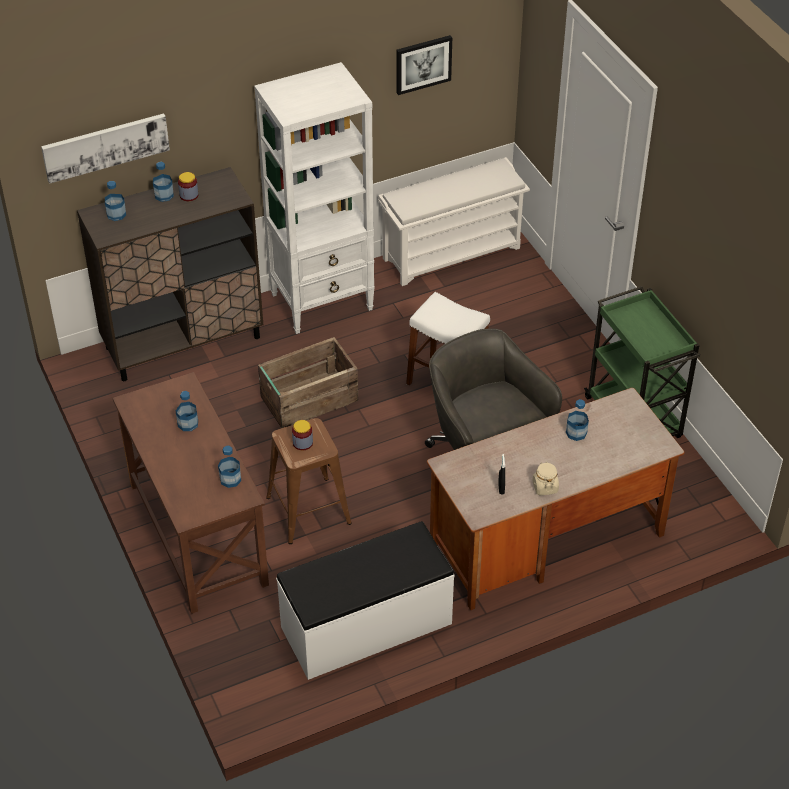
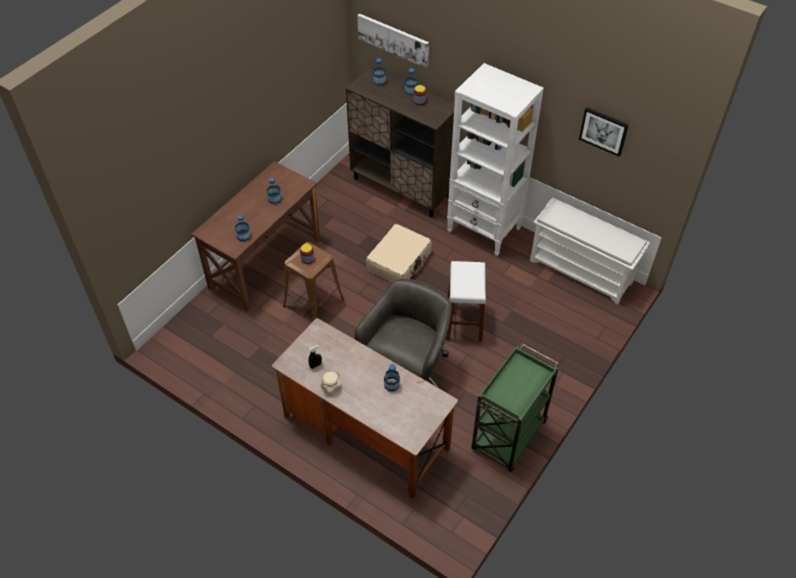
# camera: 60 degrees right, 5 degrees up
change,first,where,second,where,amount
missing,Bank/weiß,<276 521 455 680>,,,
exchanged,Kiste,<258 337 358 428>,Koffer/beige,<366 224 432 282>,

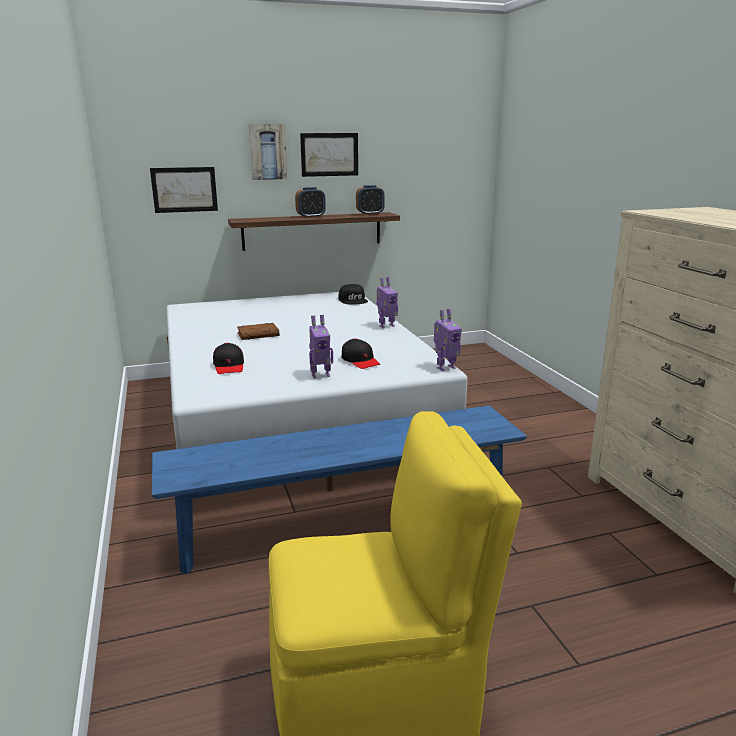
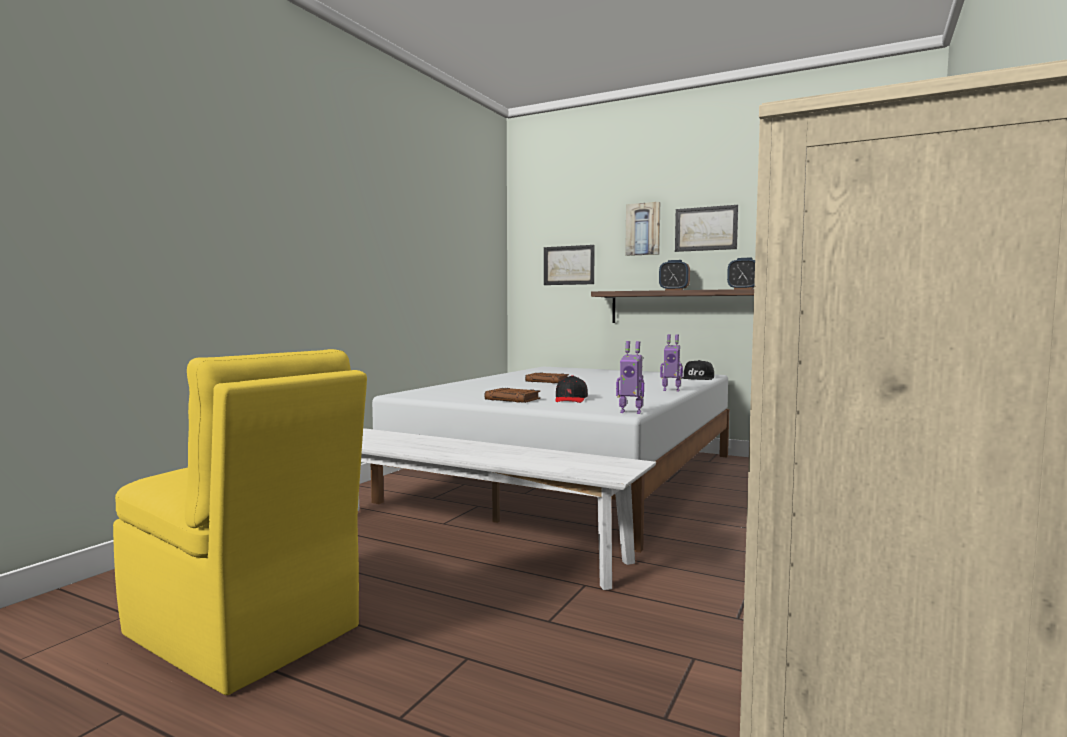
# camera: 45 degrees right, 15 degrees down
change,first,where,second,where,amount
missing,Kappe/schwarz,<213 343 244 374>,,,
exchanged,Spielzeugroboter,<309 315 333 378>,Buch/braun,<484 388 540 403>,
colour,Bank/blau,<152 406 527 574>,Bank/weiß,<358 428 656 590>,

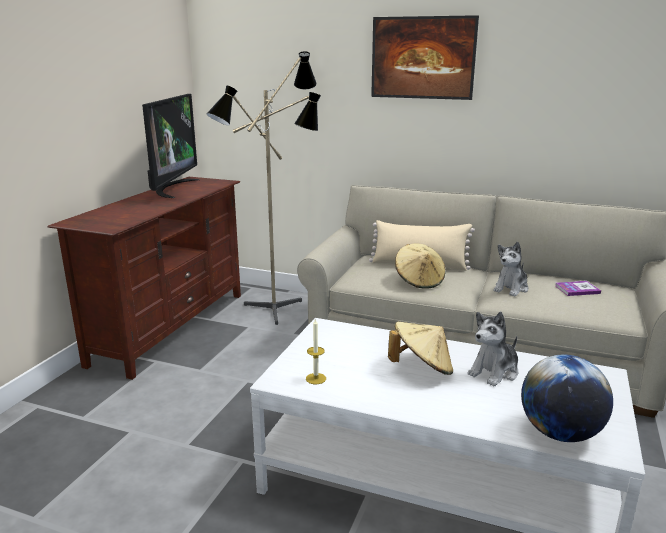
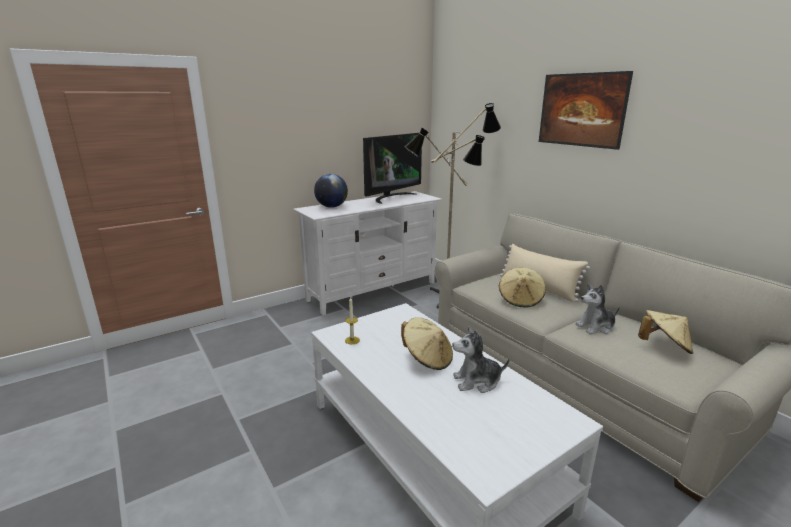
# camera: 35 degrees right, 0 degrees up
change,first,where,second,where,amount
relocated,Globus,<521 354 613 442>,,<314 174 348 208>,
exchanged,Buch,<555 281 601 296>,Hut/beige,<638 310 694 354>,
colour,Fernsehschrank/braun,<47 177 241 380>,Fernsehschrank/weiß,<293 191 442 315>,

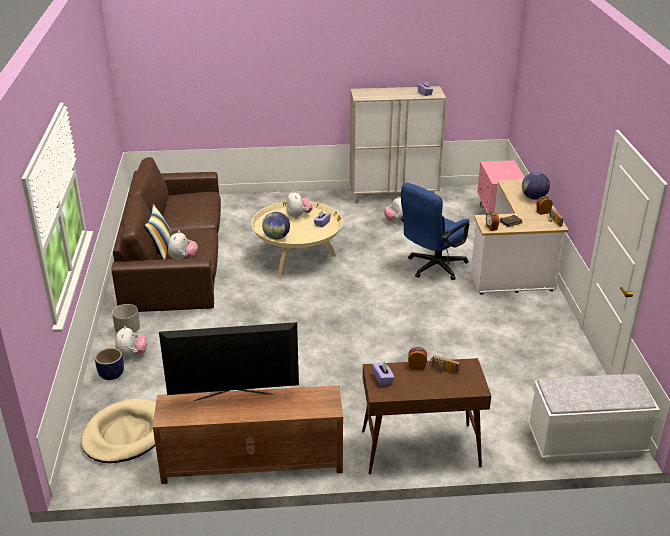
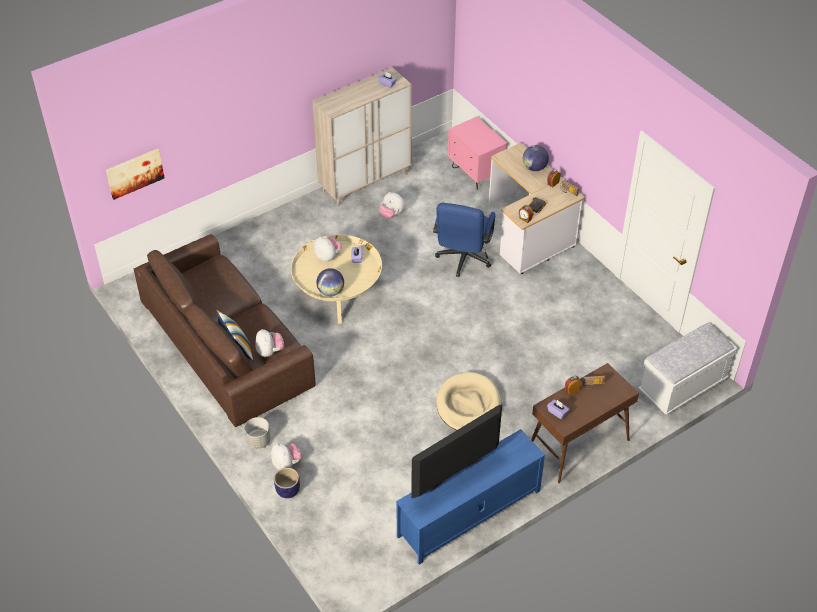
# camera: 30 degrees left, 15 degrees up
change,first,where,second,where,amount
appeared,,,Bild,<106 149 164 200>,
relocated,Hundebett/beige,<81 399 156 463>,,<436 372 501 430>,
colour,Fernsehschrank/braun,<152 386 343 484>,Fernsehschrank/blau,<396 429 545 565>,

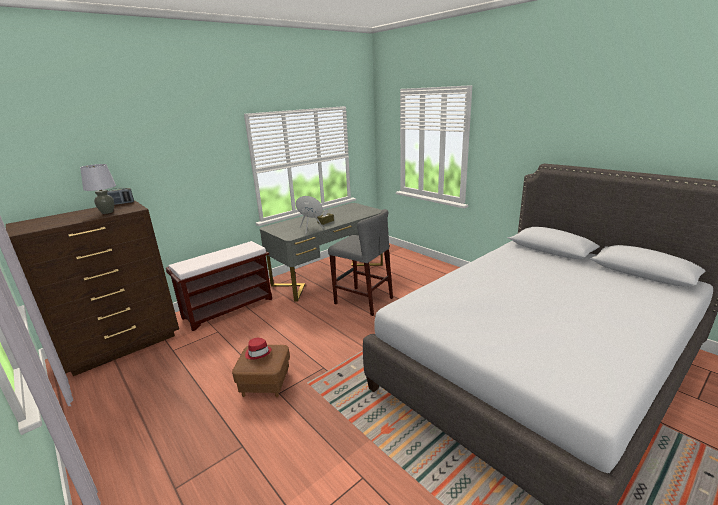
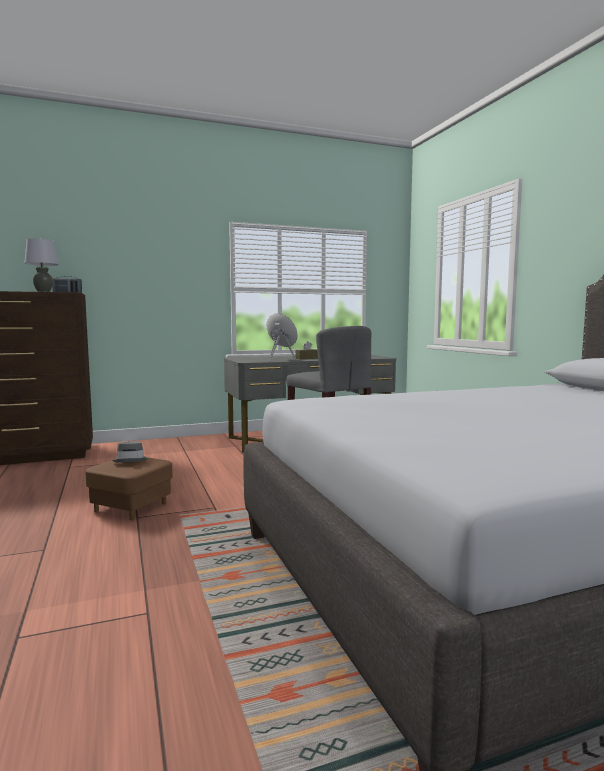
# camera: 20 degrees right, 15 degrees down
change,first,where,second,where,amount
missing,Bank/braun,<166 241 272 331>,,,
colour,Hut/rot,<245 338 272 360>,Hut/grau,<112 441 149 462>,

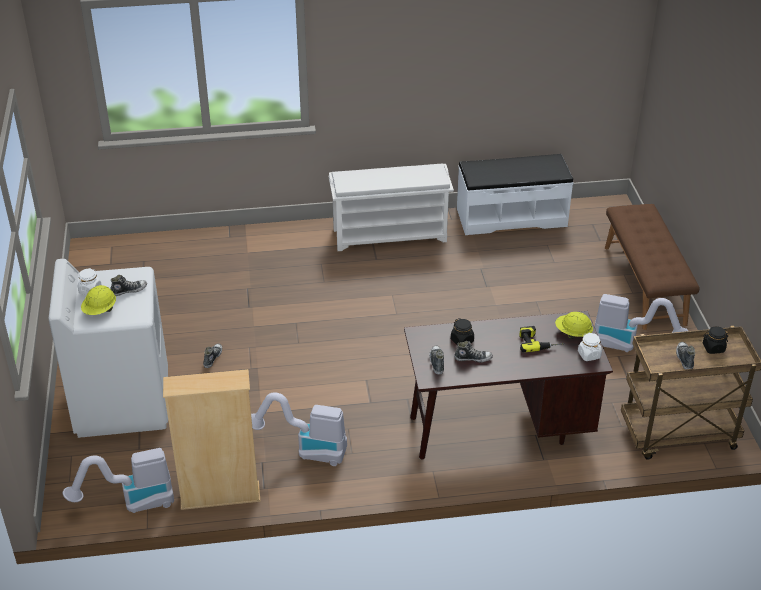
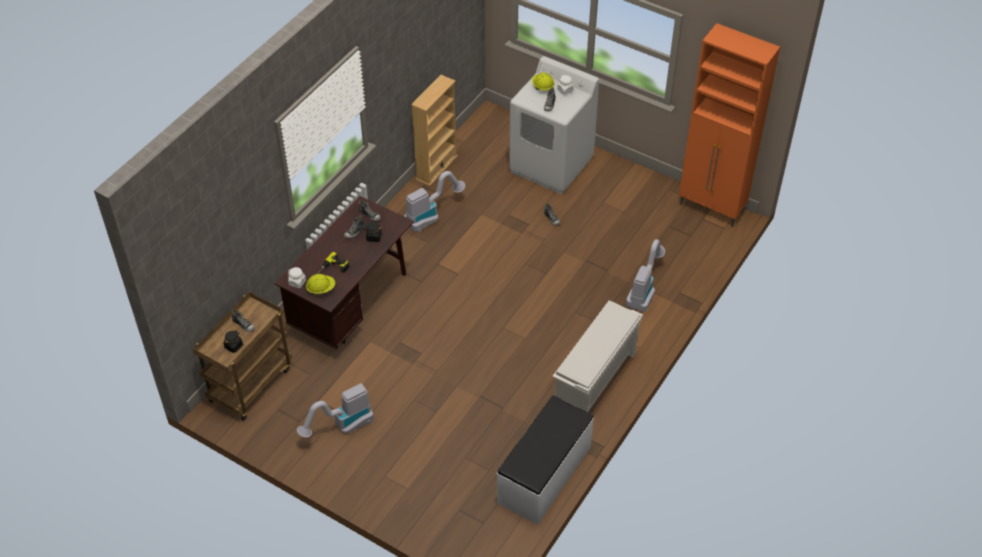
# camera: 130 degrees right, 10 degrees up
change,first,where,second,where,amount
missing,Bank/braun,<605 204 700 330>,,,
appeared,,,Schrank/orange,<679 23 780 227>,
relocated,Staubsauger,<63 448 174 513>,,<626 239 665 312>,

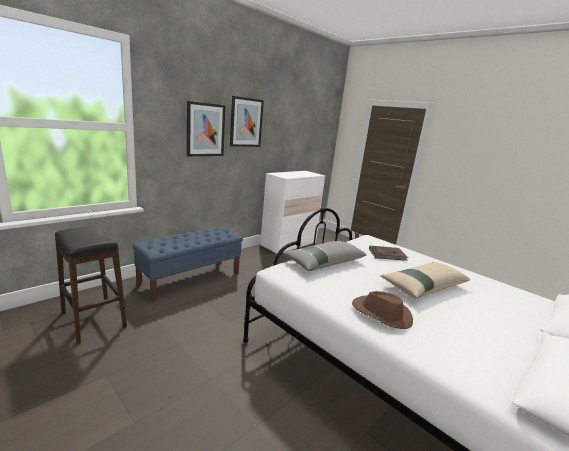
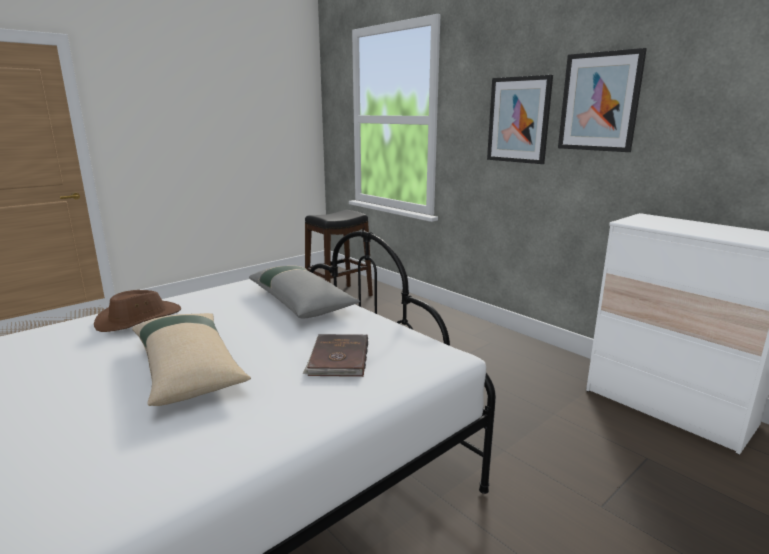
# camera: 95 degrees right, 0 degrees up
change,first,where,second,where,amount
missing,Bank/blau,<132 227 243 302>,,,

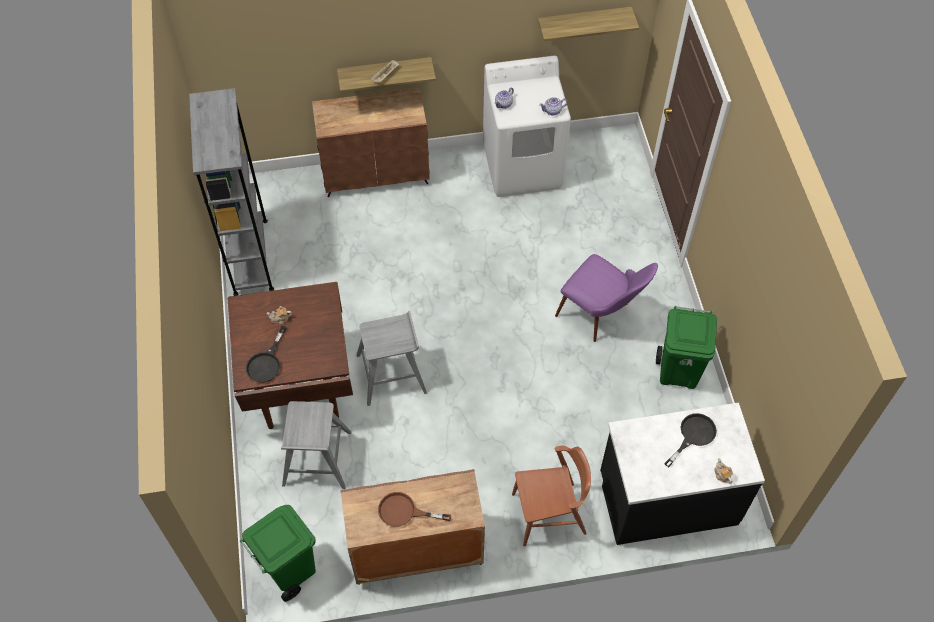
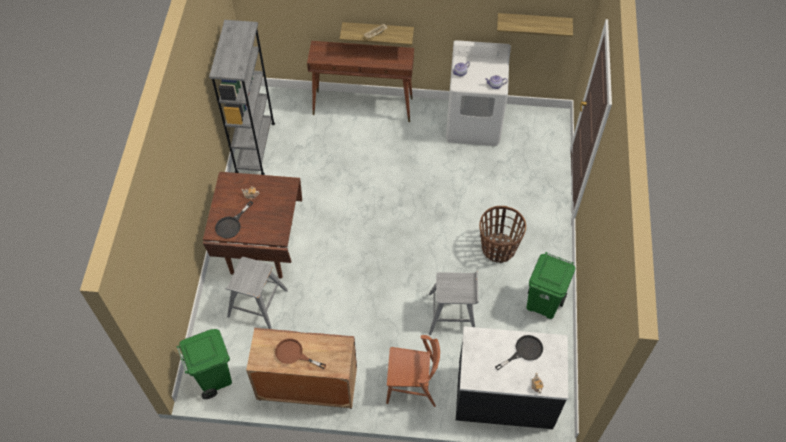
# camera: 15 degrees right, 0 degrees up
change,first,where,second,where,amount
relocated,Hocker/grau,<356 311 427 406>,,<429 272 479 335>,
exchanged,Schrank/braun,<312 88 430 197>,Konsolentisch/braun,<307 41 414 122>,
exchanged,Stuhl/lila,<555 254 658 342>,Korb,<479 206 526 263>,

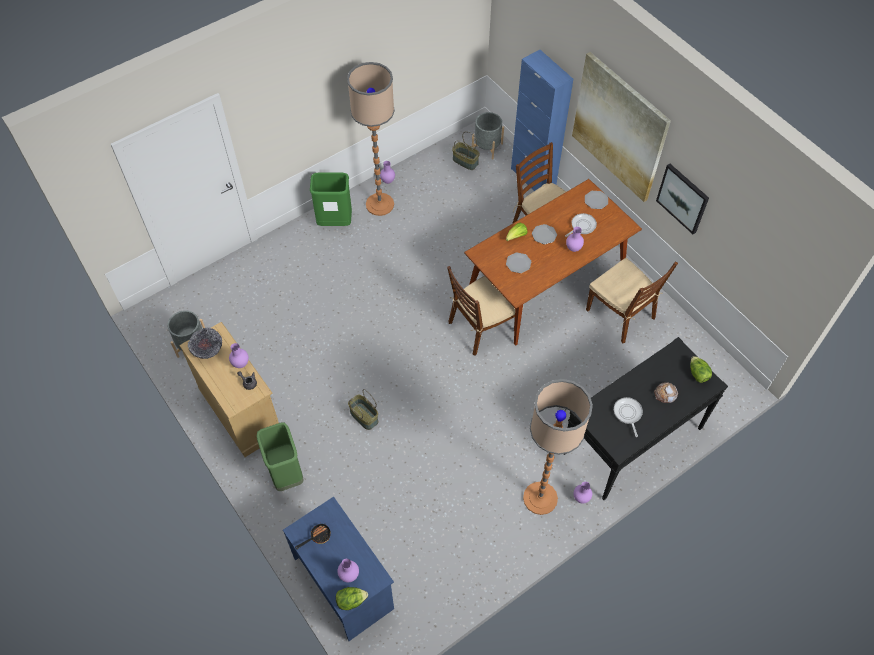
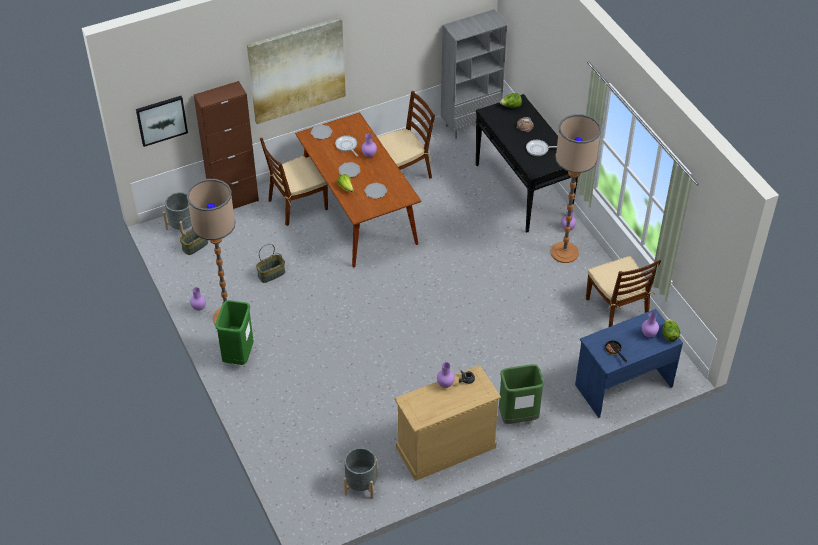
# camera: 80 degrees left, 10 degrees down
change,first,where,second,where,amount
missing,Schüssel,<188 328 223 359>,,,
appeared,,,Bücherregal/grau,<441 9 507 139>,
relocated,Korb,<348 389 378 430>,,<256 244 285 283>,
relocated,Stuhl/braun,<447 266 523 356>,,<586 256 661 327>,
relocated,Bild,<656 164 709 234>,,<136 96 188 147>,
colour,Schrank/blau,<511 50 573 191>,Schrank/braun,<194 81 259 209>,

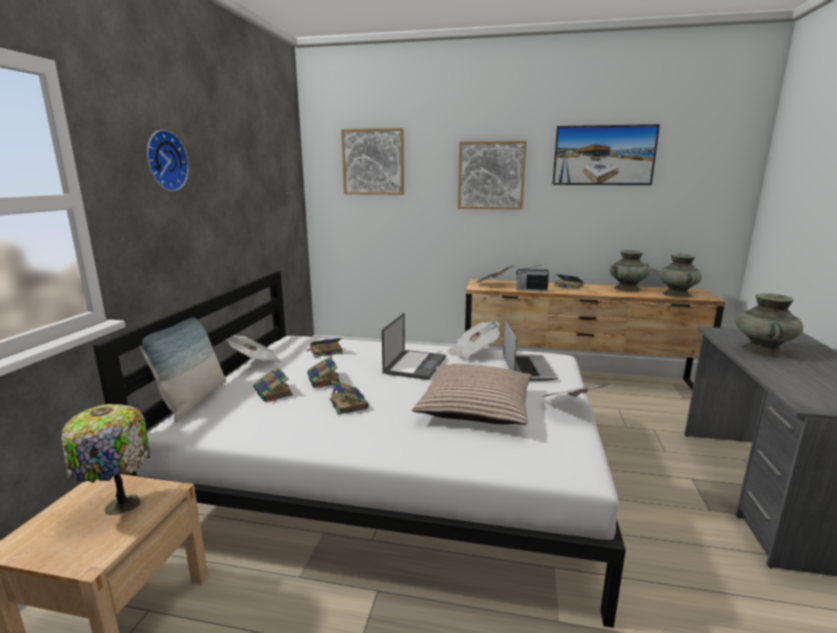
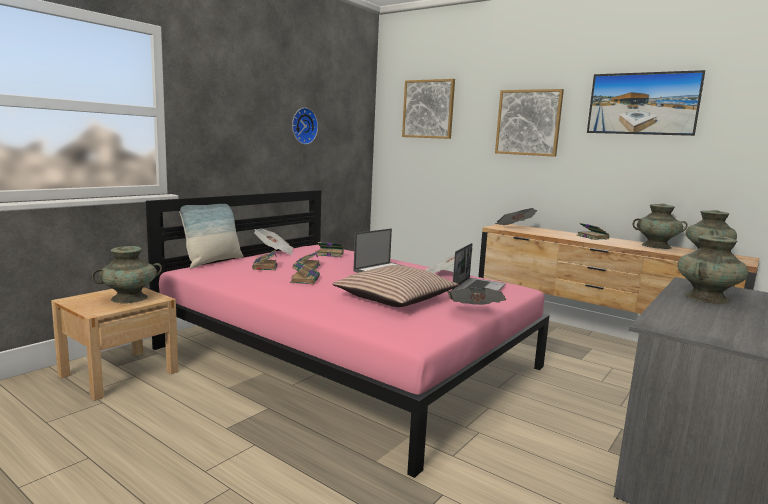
# camera: 25 degrees right, 5 degrees down
change,first,where,second,where,amount
missing,Radio,<516 265 549 292>,,,
relocated,Wanduhr,<147 130 189 191>,,<292 108 318 145>,
exchanged,Tischlampe,<61 404 150 515>,Vase/türkis,<92 246 162 303>,
colour,Bett/weiß,<93 271 626 628>,Bett/rosa,<146 190 550 478>,

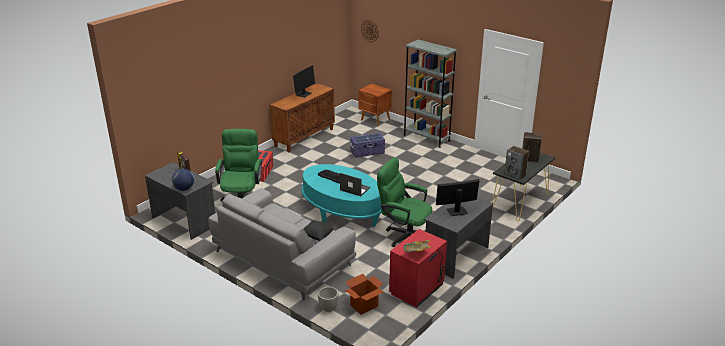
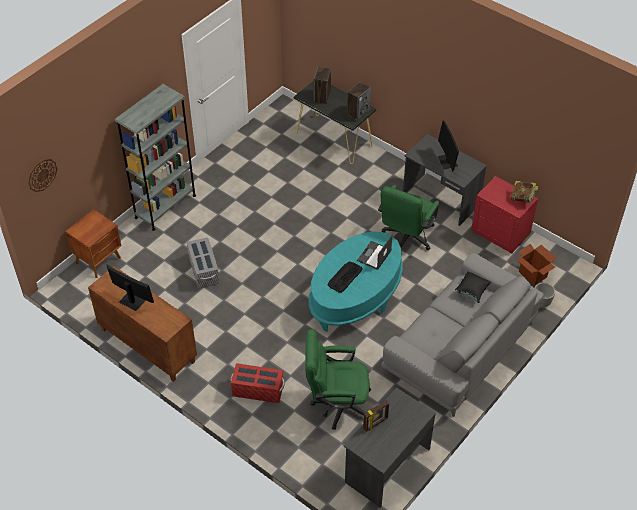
# camera: 90 degrees left, 20 degrees up
change,first,where,second,where,amount
missing,Globus,<172 169 194 191>,,,
colour,Aufbewahrungsbox/lila,<350 133 385 158>,Aufbewahrungsbox/grau,<187 237 220 288>,

